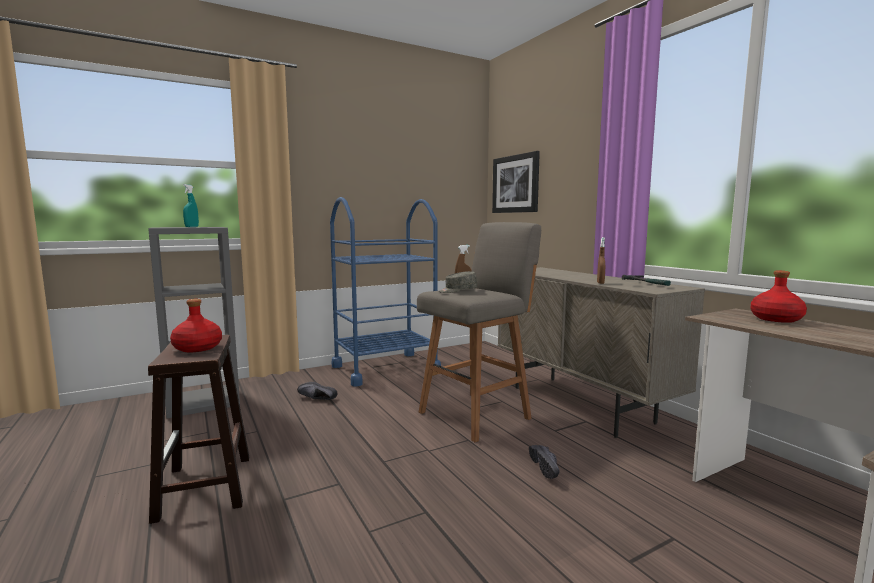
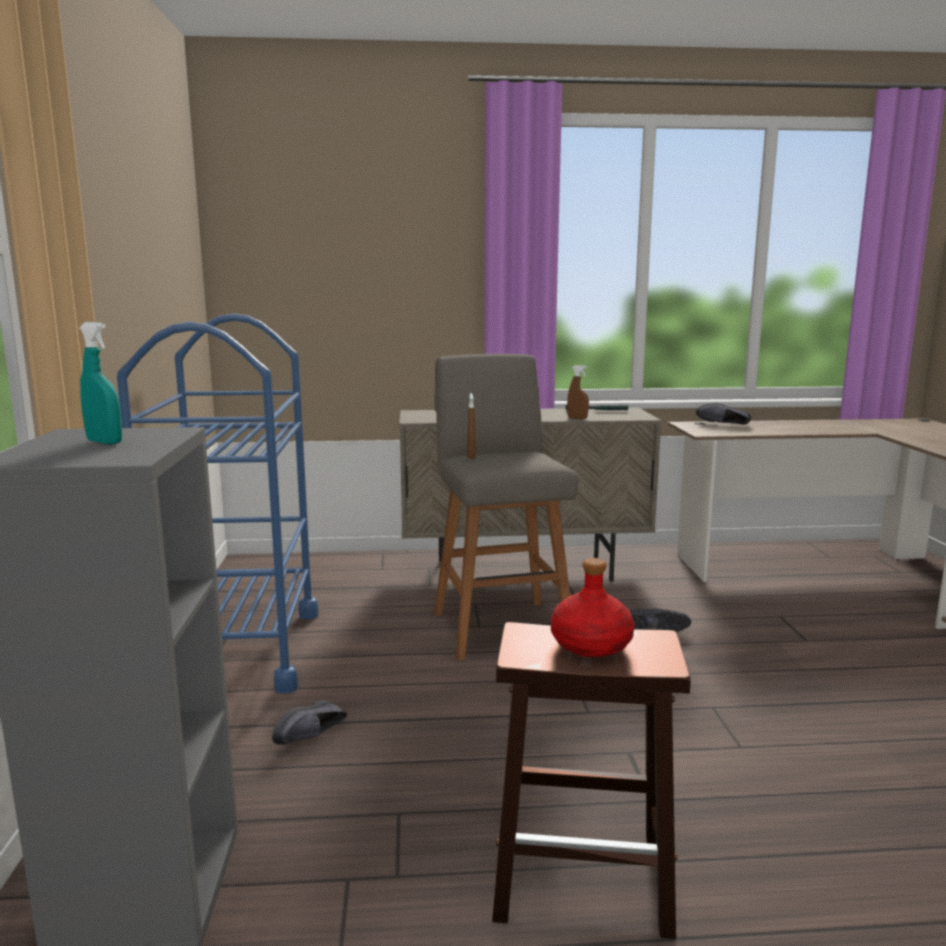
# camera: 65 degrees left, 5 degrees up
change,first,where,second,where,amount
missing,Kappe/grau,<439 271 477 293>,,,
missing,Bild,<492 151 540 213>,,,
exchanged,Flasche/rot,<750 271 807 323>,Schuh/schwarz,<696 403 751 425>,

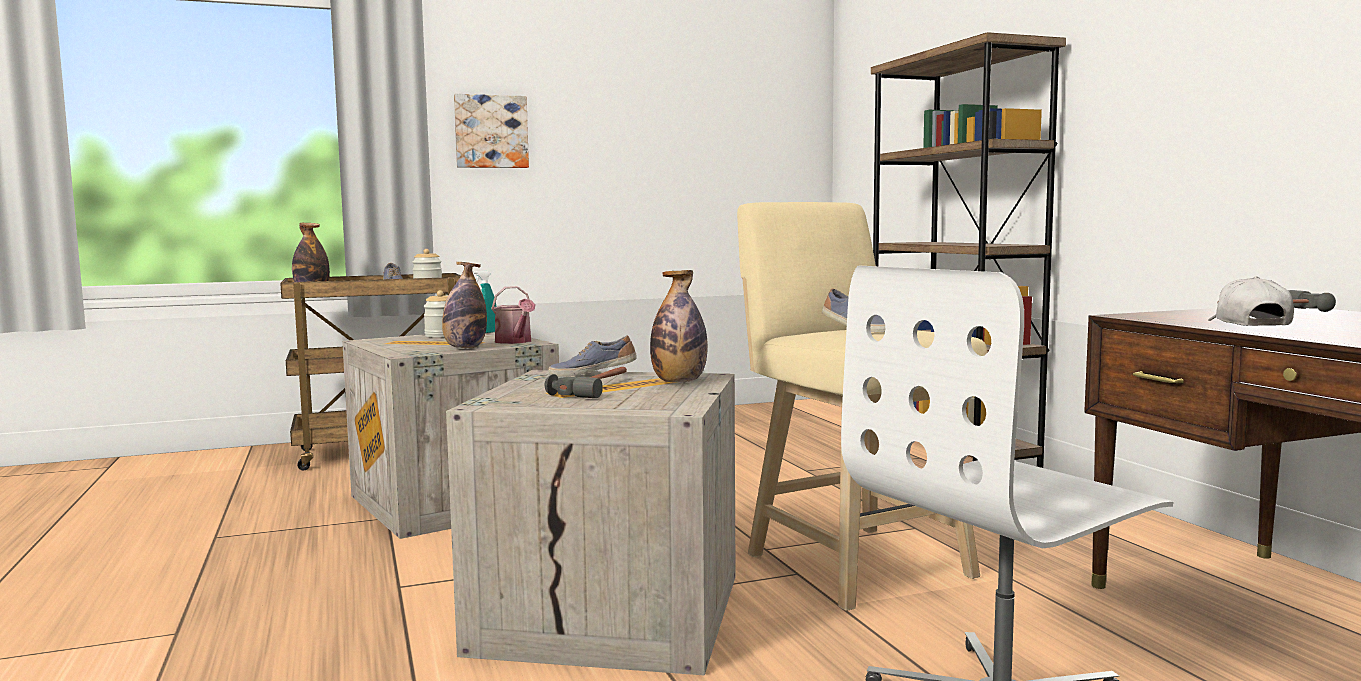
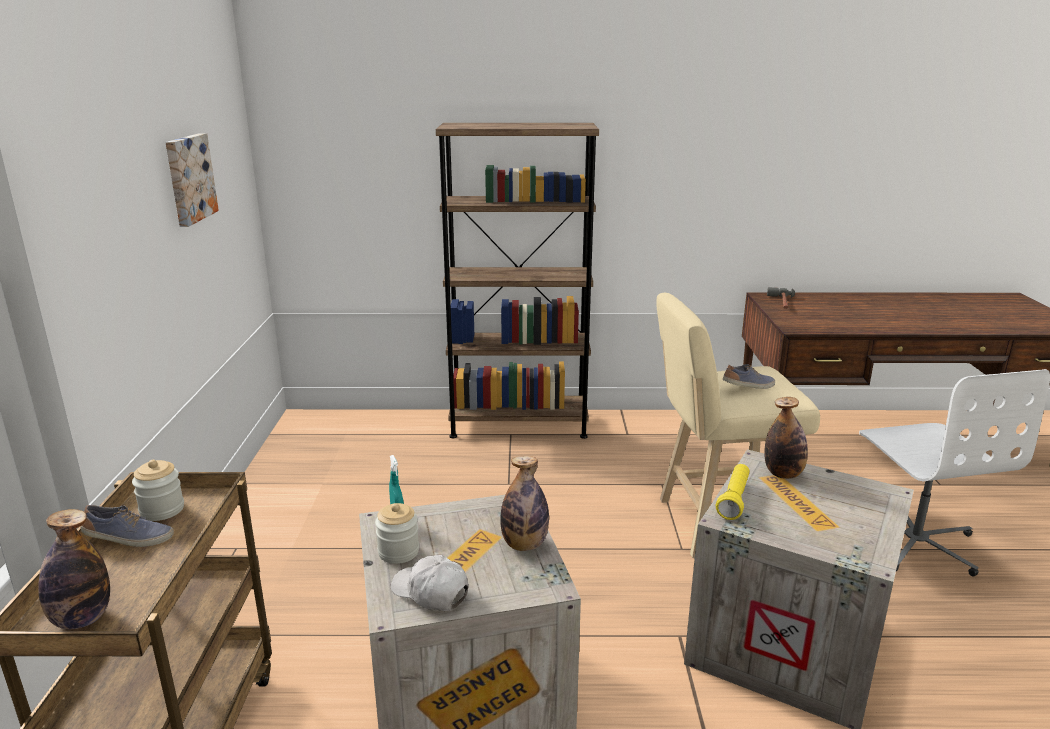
# camera: 70 degrees left, 15 degrees up
change,first,where,second,where,amount
missing,Gießkanne,<491 286 536 344>,,,
missing,Hammer,<545 367 627 398>,,,
relocated,Bild,<454 94 529 168>,,<165 133 219 227>,
relocated,Kappe/weiß,<1208 276 1294 326>,,<391 555 469 611>,
exchanged,Schuh,<548 335 637 377>,Taschenlampe/gelb,<716 464 750 520>,

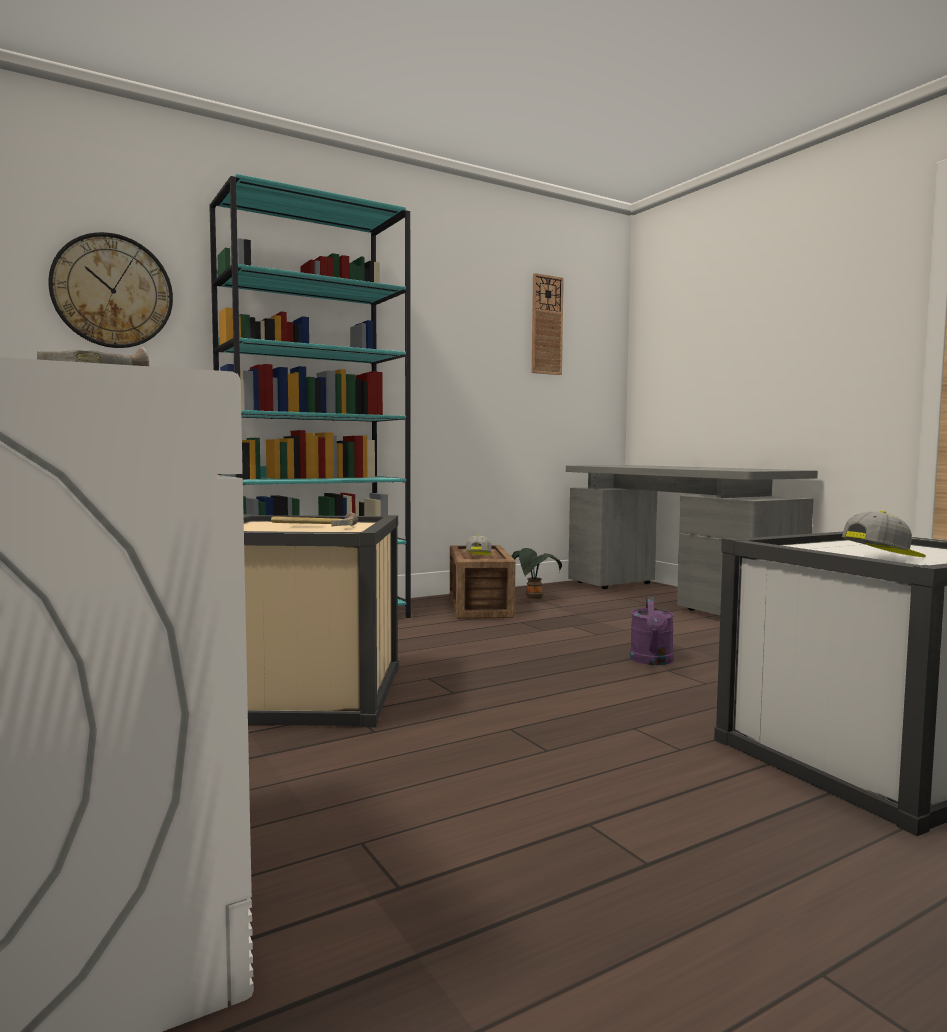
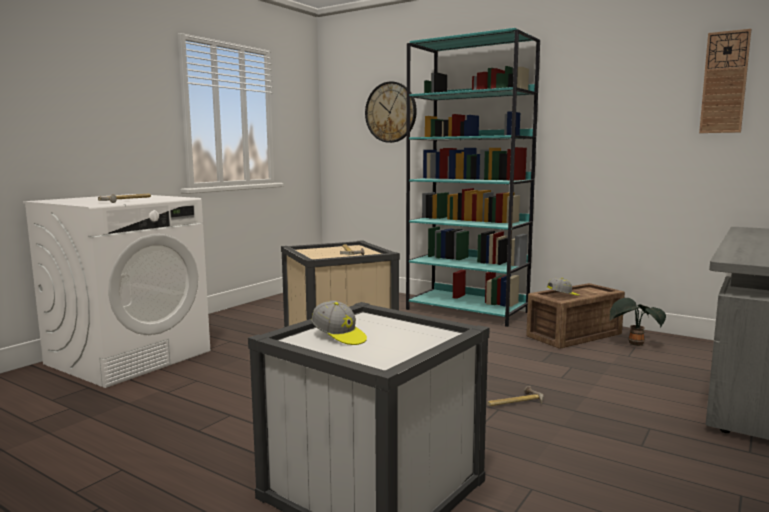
# camera: 65 degrees right, 5 degrees up
change,first,where,second,where,amount
exchanged,Gießkanne/lila,<630 596 674 665>,Hammer,<487 386 544 406>,

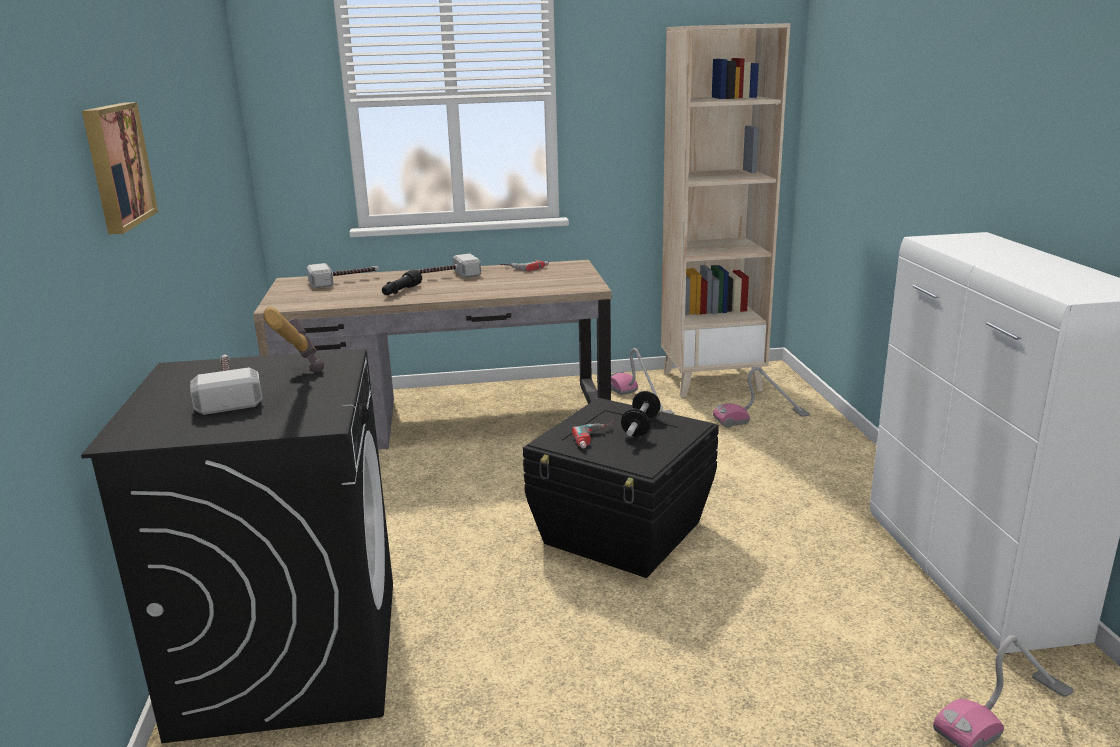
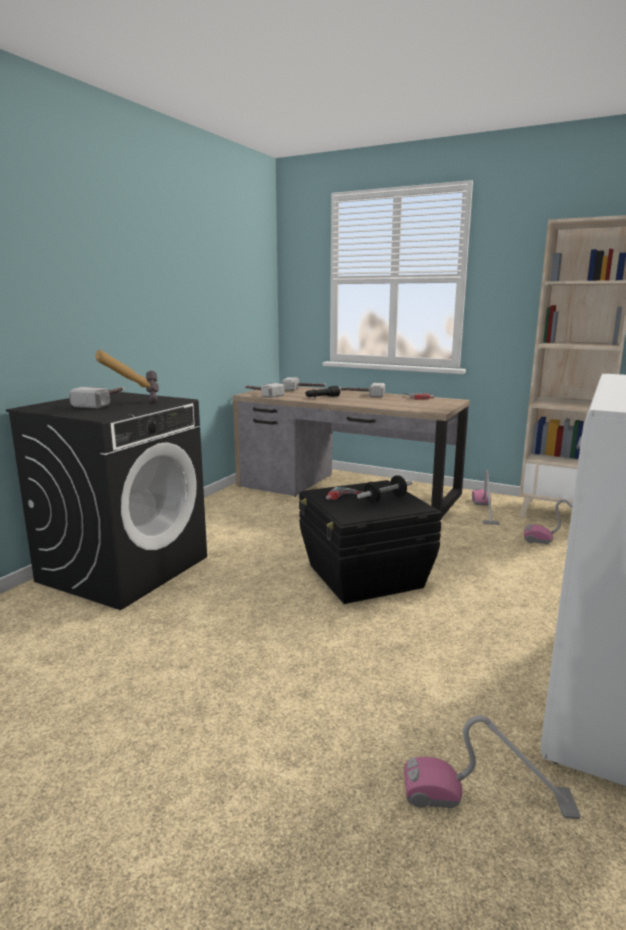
# camera: 35 degrees right, 5 degrees down
change,first,where,second,where,amount
missing,Bild,<82 102 158 234>,,,
appeared,,,Hammer,<245 383 285 398>,

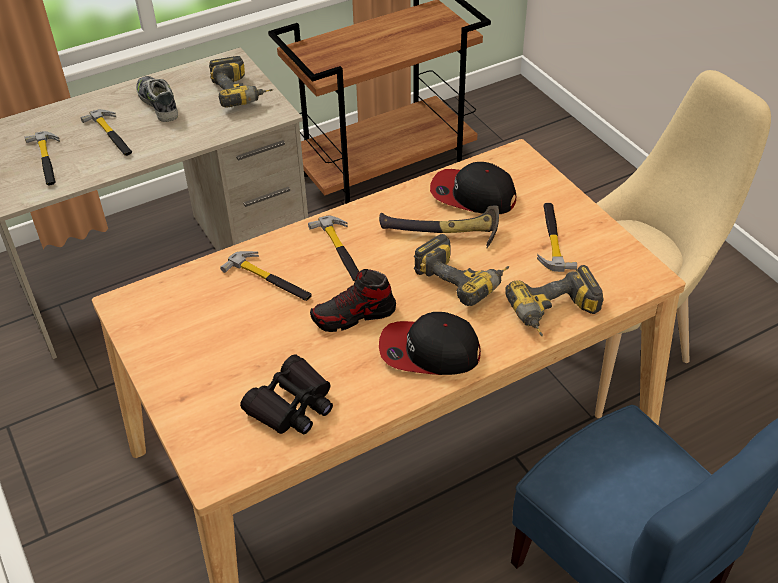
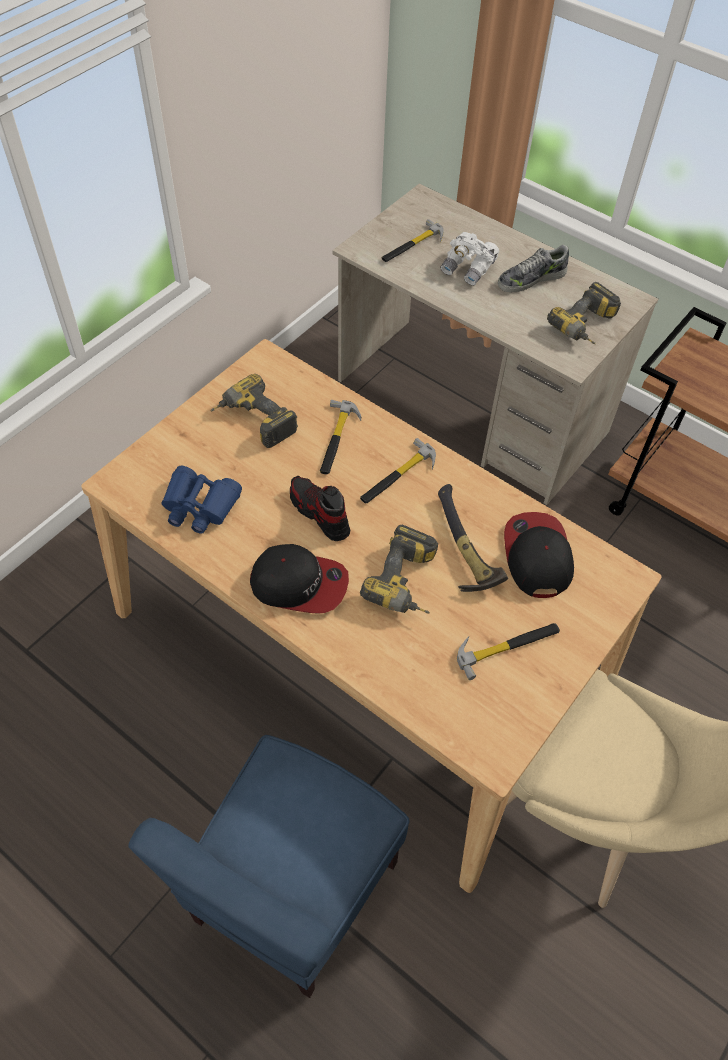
# camera: 65 degrees right, 10 degrees up
change,first,where,second,where,amount
relocated,Bohrmaschine,<505 265 604 337>,,<211 374 298 448>,
exchanged,Hammer,<81 109 132 156>,Fernglas/weiß,<441 232 499 285>,
colour,Fernglas/schwarz,<240 354 333 434>,Fernglas/blau,<161 466 242 534>,
spun,Schuh,<136 76 178 122>,,<498 245 569 292>,150 degrees counterclockwise
spun,Kappe,<379 312 481 375>,,<250 544 349 614>,120 degrees clockwise

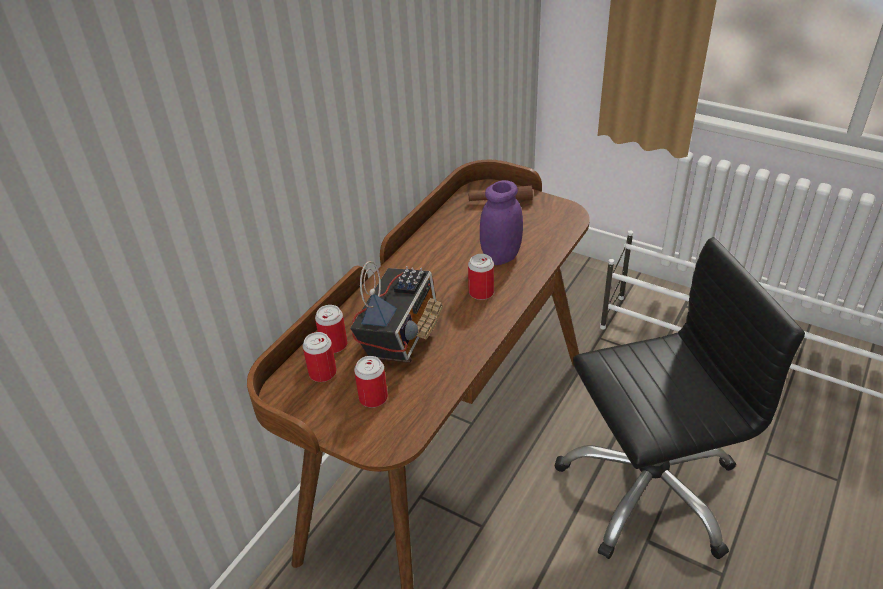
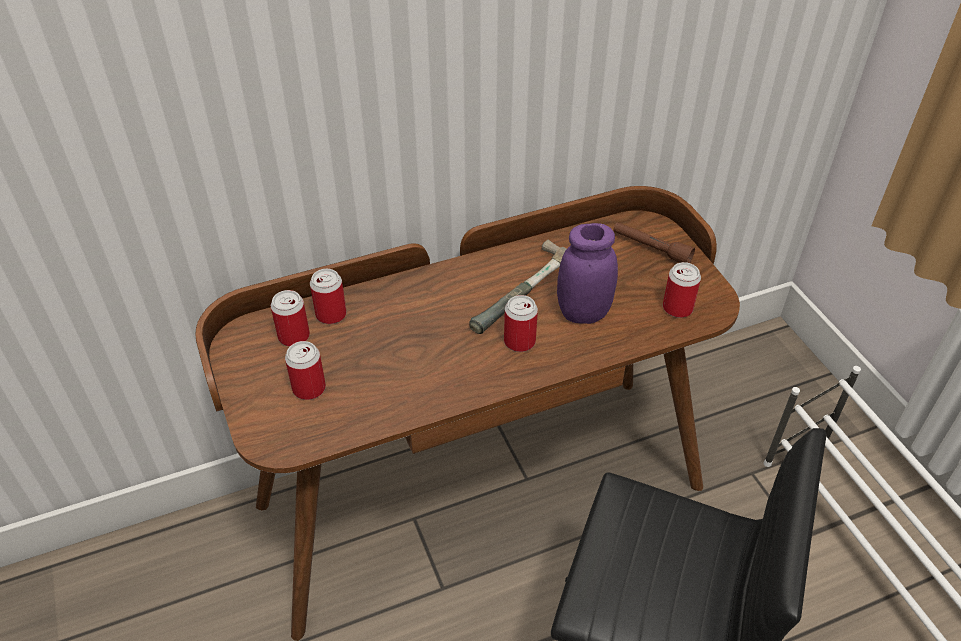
# camera: 35 degrees right, 5 degrees up
change,first,where,second,where,amount
missing,Radio,<350 261 443 363>,,,
appeared,,,Hammer,<469 240 566 334>,
appeared,,,Dose,<663 262 701 318>,

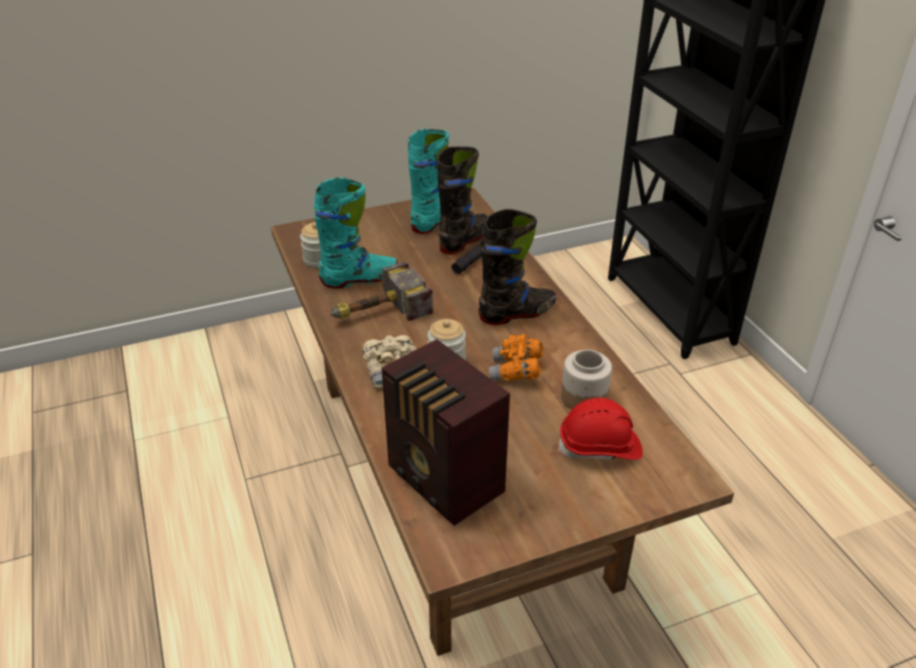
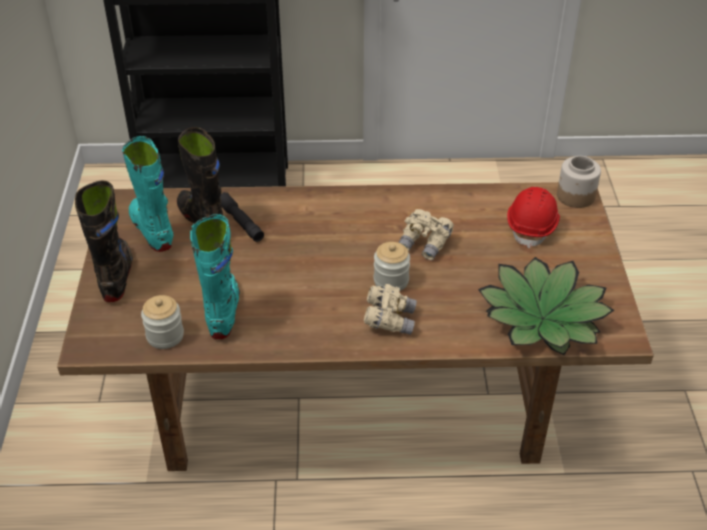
# camera: 70 degrees left, 5 degrees up
change,first,where,second,where,amount
missing,Hammer,<330 261 433 321>,,,
relocated,Stiefel/schwarz,<478 209 556 325>,,<75 181 133 302>,
relocated,Vorratsglas,<561 350 612 410>,,<557 156 601 208>,
exchanged,Radio,<382 339 510 526>,Topfpflanze,<478 257 614 355>,
colour,Fernglas/orange,<489 334 543 381>,Fernglas/beige,<399 209 454 260>,

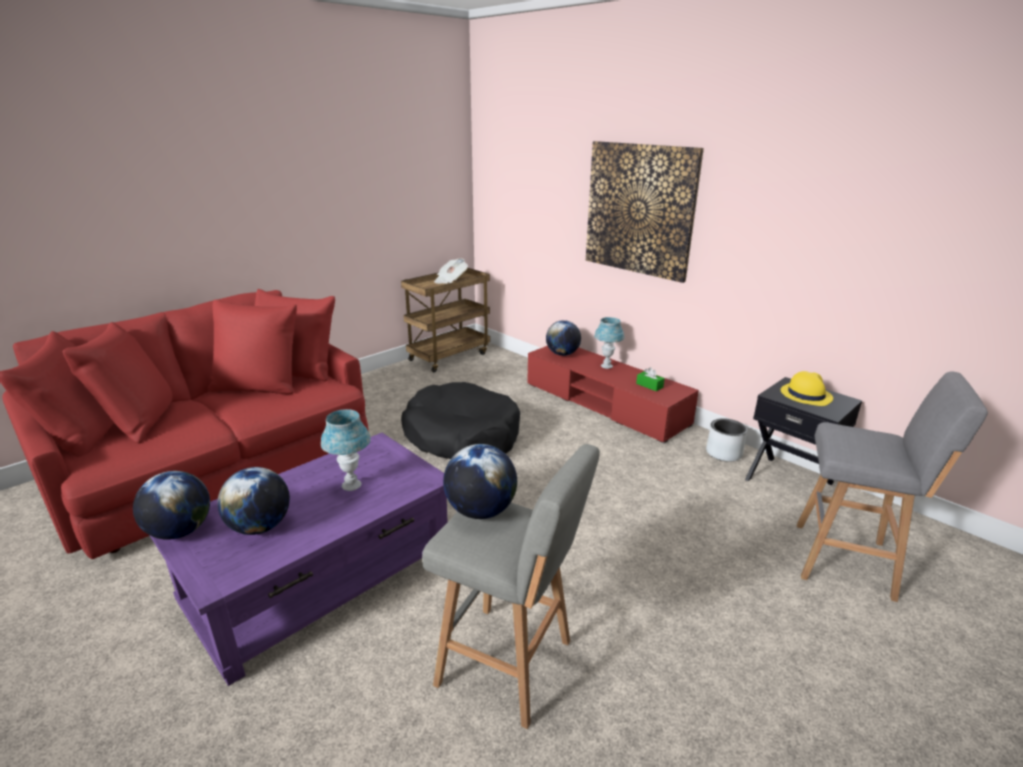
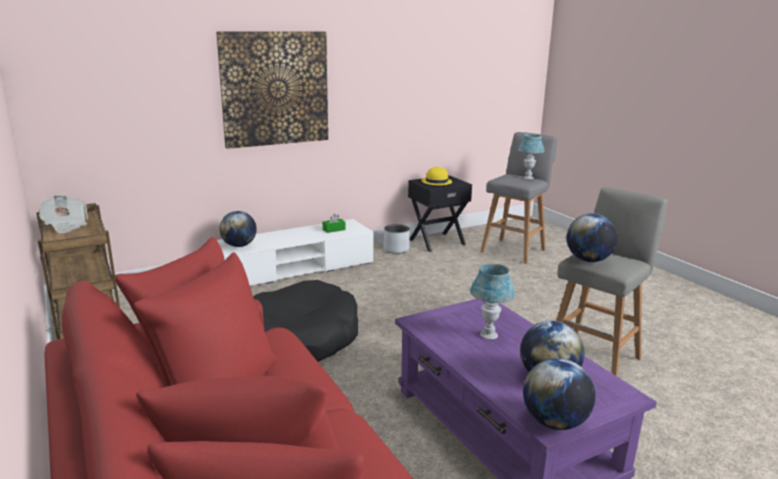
# camera: 75 degrees left, 5 degrees down
change,first,where,second,where,amount
relocated,Tischlampe/blau,<594 317 624 369>,,<518 134 544 179>,
colour,Fernsehschrank/rot,<527 346 699 444>,Fernsehschrank/weiß,<205 219 374 286>,

